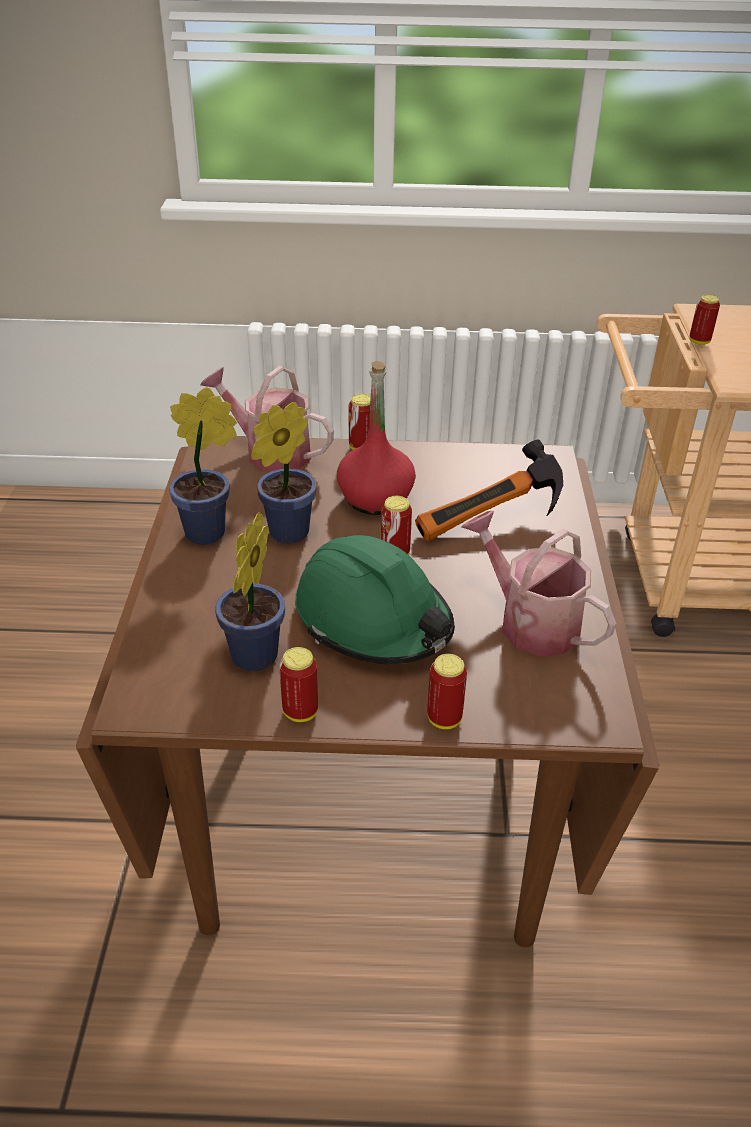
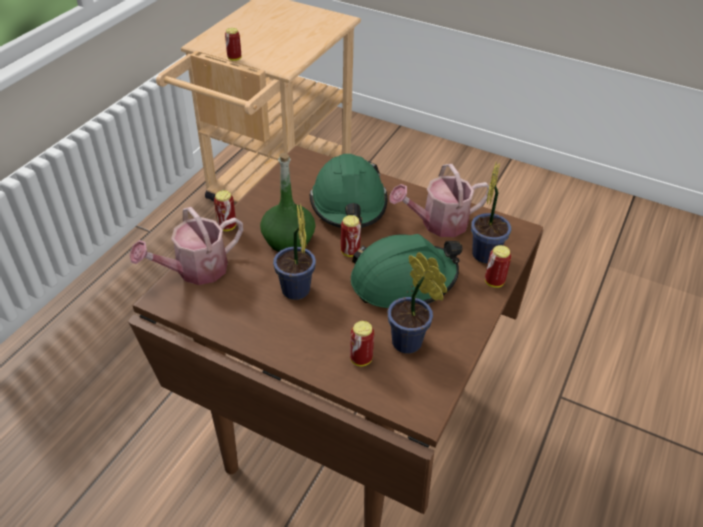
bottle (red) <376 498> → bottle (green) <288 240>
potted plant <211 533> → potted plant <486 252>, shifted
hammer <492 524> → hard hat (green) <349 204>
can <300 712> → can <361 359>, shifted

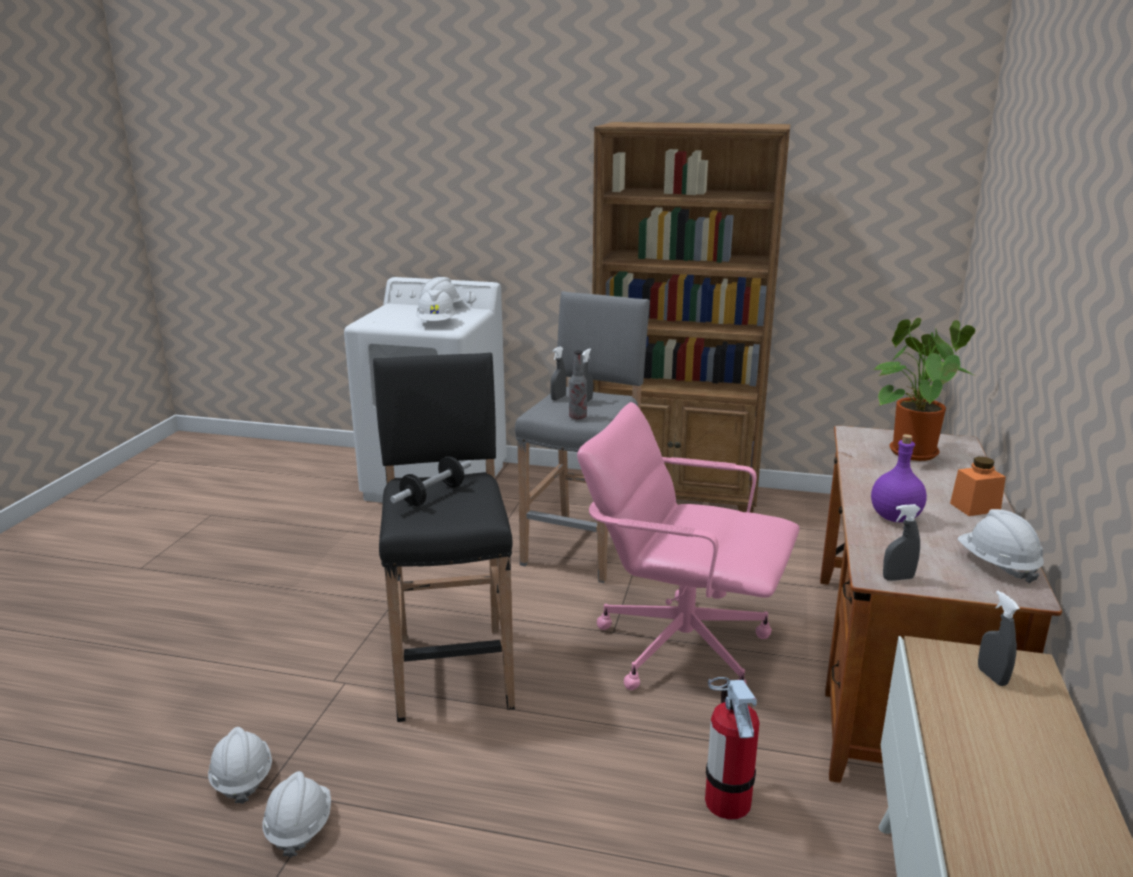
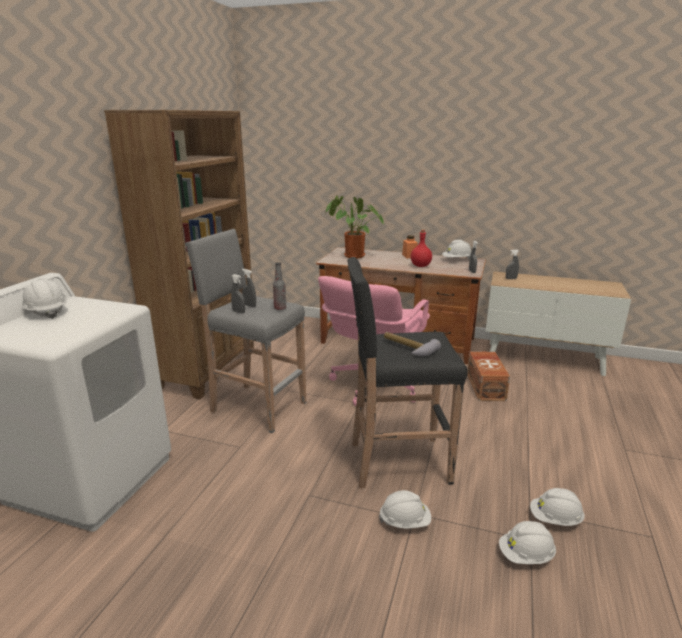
hard hat (white) <436 323> → hard hat (white) <405 521>, shifted
bottle (purple) <894 517> → bottle (red) <420 266>
dumbbell <433 495> → hammer <407 348>
fire extinguisher <727 801> → storage box (brown) <486 386>

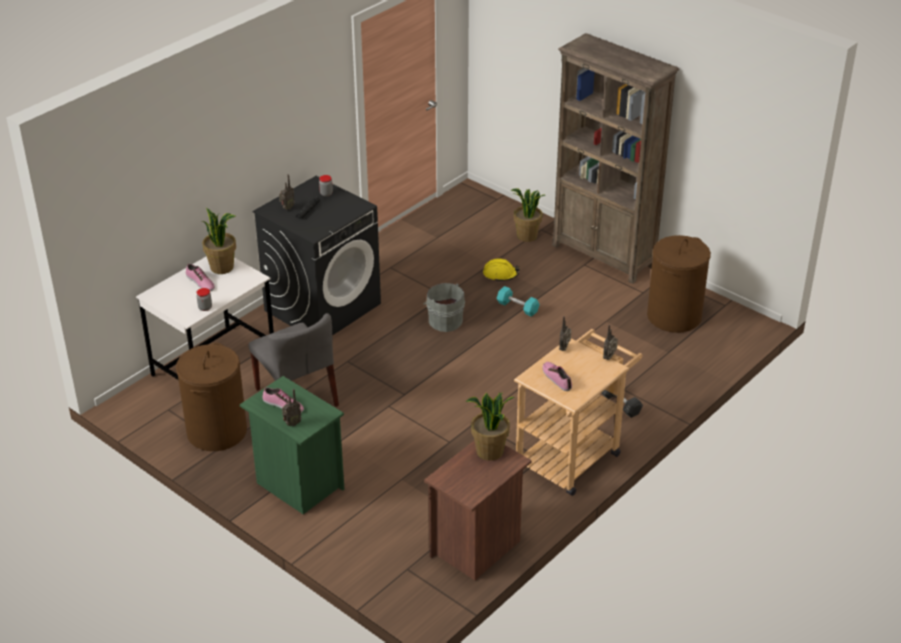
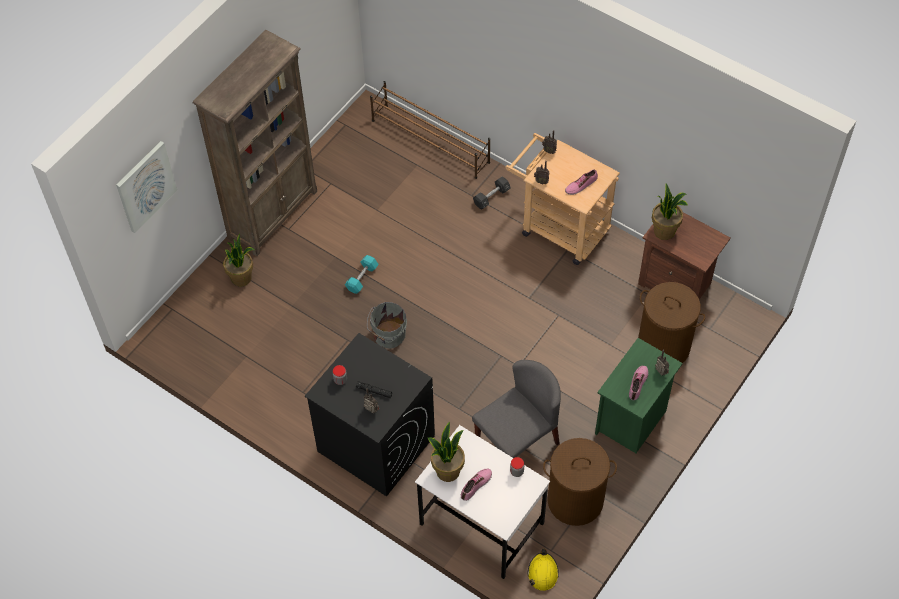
laundry basket (brown) <674 316> → laundry basket (brown) <664 346>, shifted
hard hat (yellow) <500 274> → hard hat (yellow) <542 573>, shifted
- → shoe rack (brown) <430 142>
- → picture <145 186>

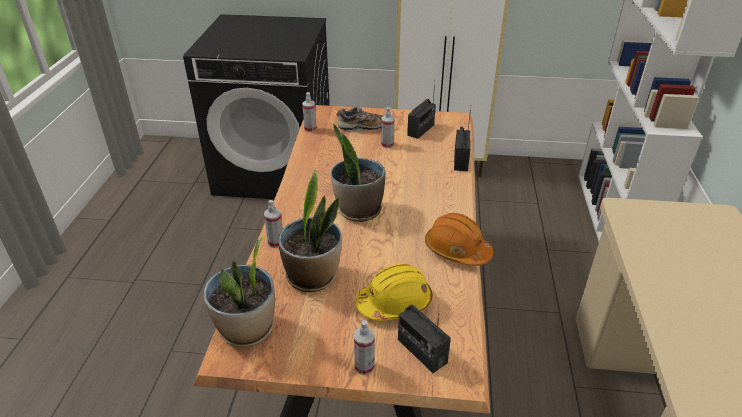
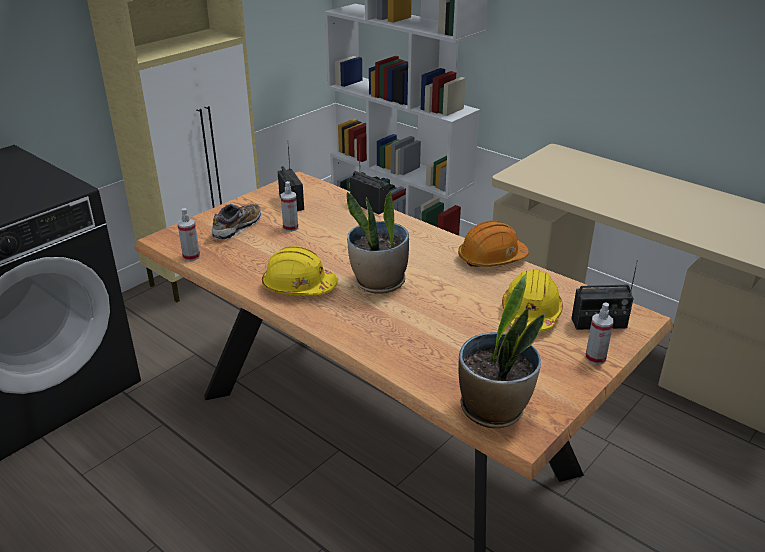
potted plant <313 277> → -
spray bottle <276 242> → -
- → hard hat (yellow) <298 287>

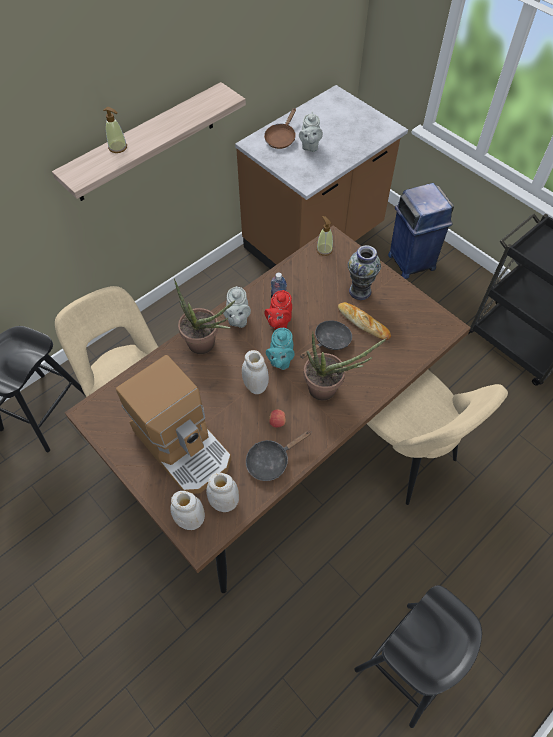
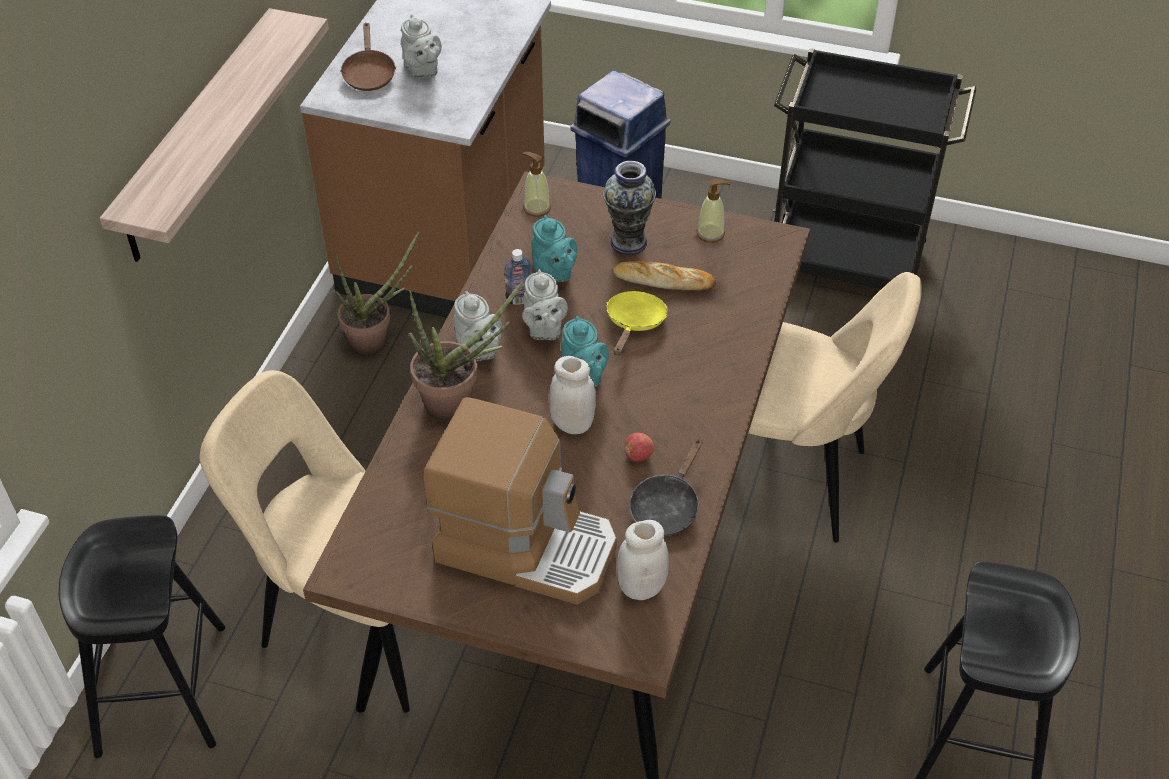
soap dispenser <118 147> → soap dispenser <710 233>, shifted
teapot (red) <279 323> → teapot (grey) <543 330>
frying pan (black) <329 341> → frying pan (yellow) <634 323>
potted plant <328 390> → potted plant <377 341>, shifted
jar (white) <190 519> → -
- → teapot (turquoise) <554 273>

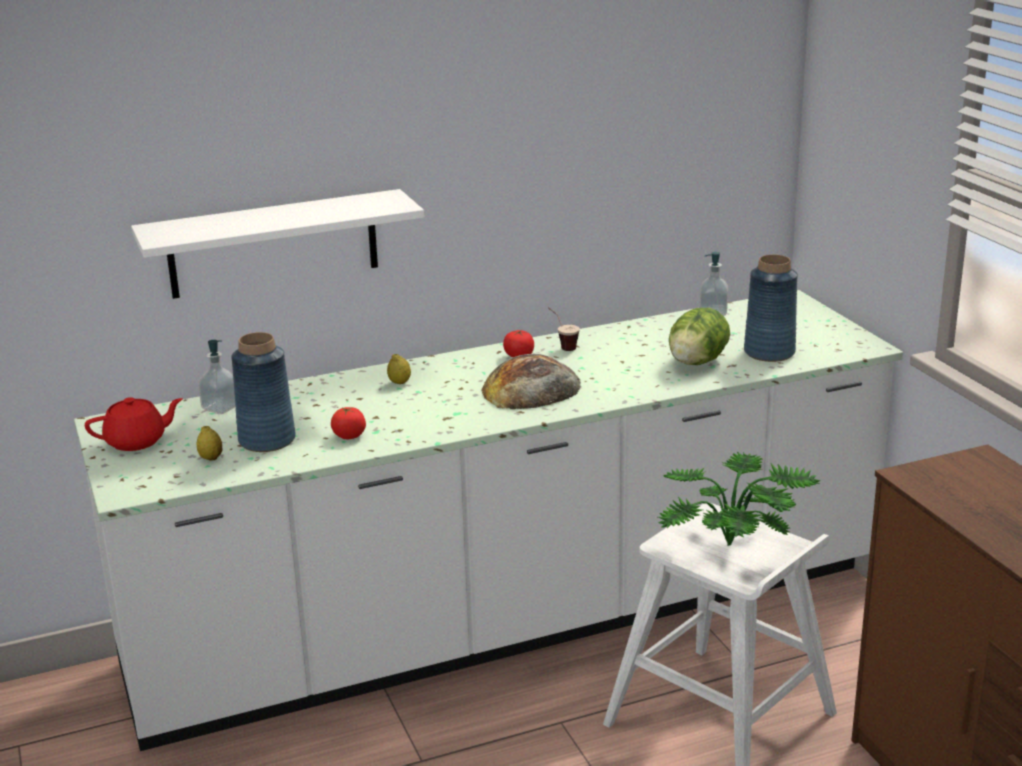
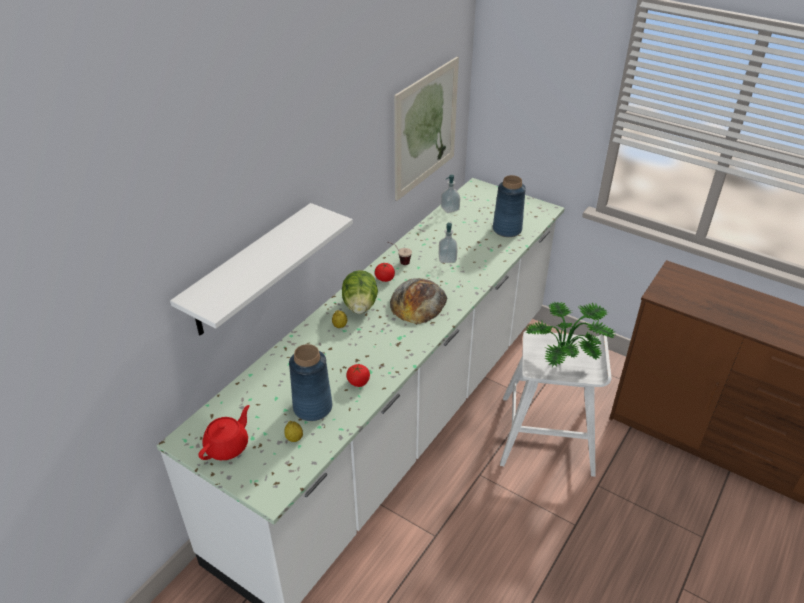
lettuce <696 362> → lettuce <360 306>, shifted
soap dispenser <220 408> → soap dispenser <447 259>, shifted
- → picture <425 128>

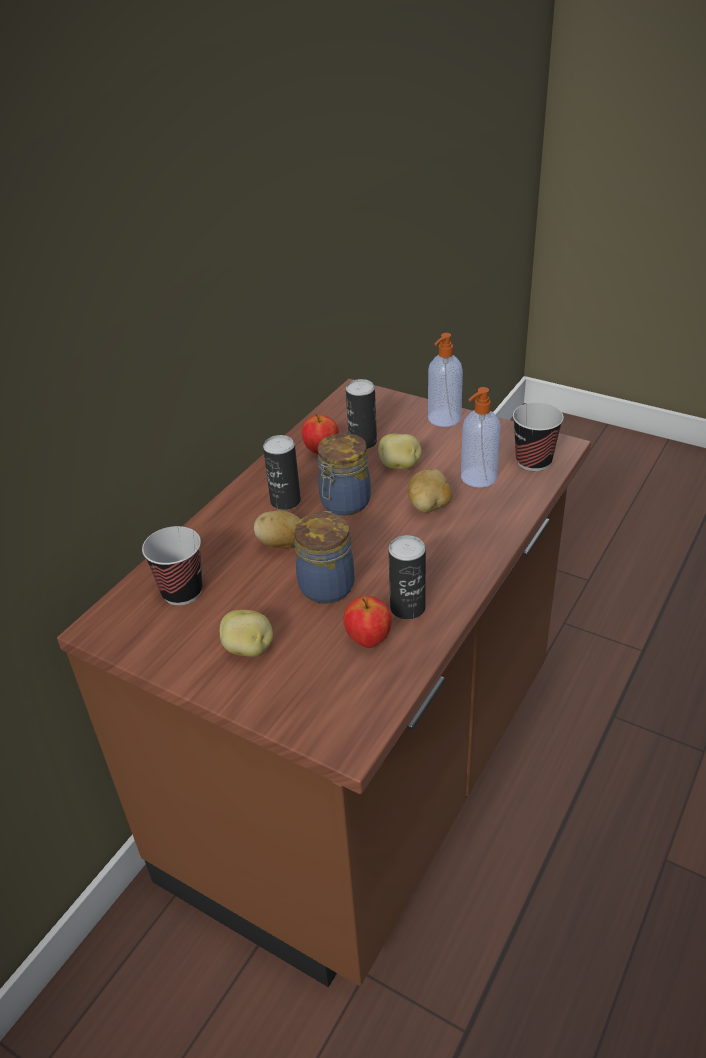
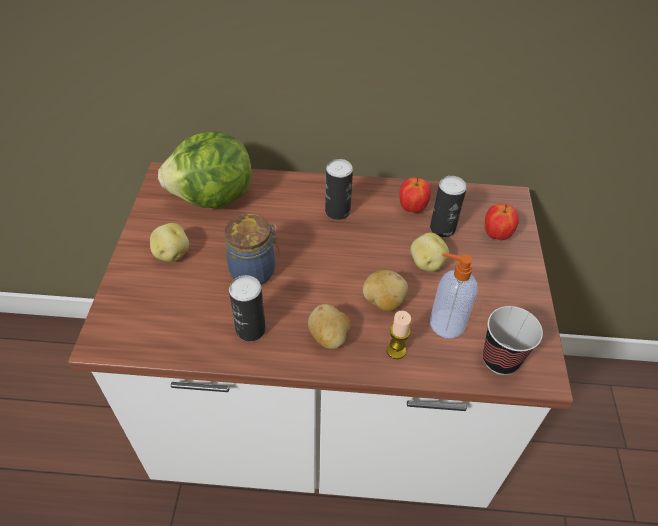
soap dispenser <443 419> → -
counter (brown) <368 778> → counter (white) <323 423>
jar <344 503> → -
potato <281 544> → potato <329 337>, shifted
cup <182 592> → lettuce <213 198>
apple <368 640> → apple <496 235>, shifted
- → candle <396 351>

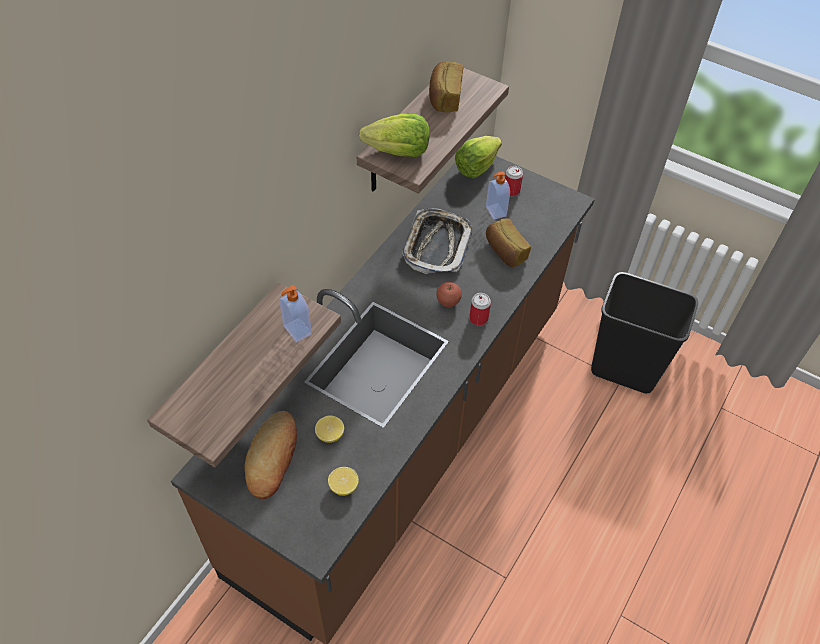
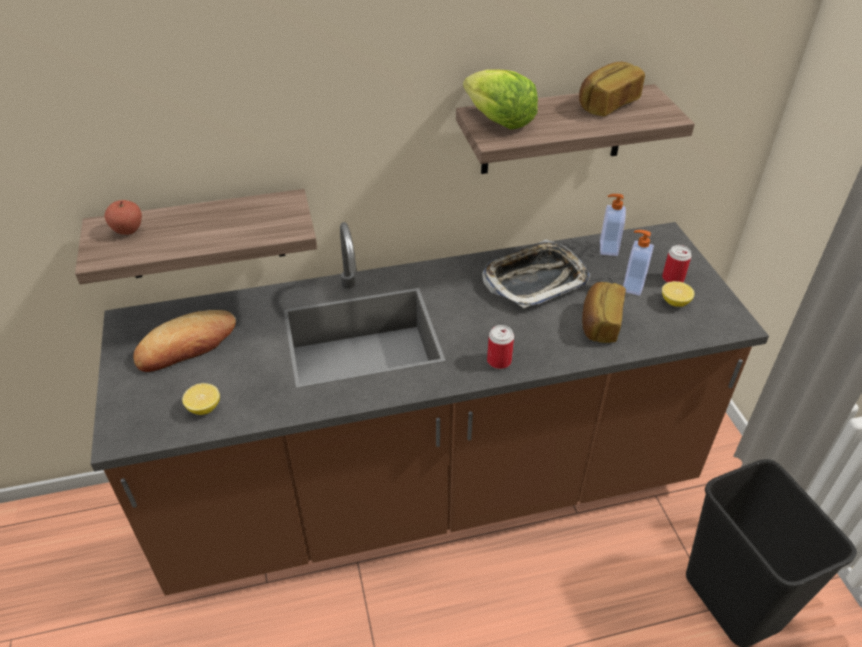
lettuce <476 167> → -
apple <448 302> → apple <128 230>, shifted
soap dispenser <296 330> → soap dispenser <607 248>, shifted
lemon <330 435> → lemon <675 302>, shifted

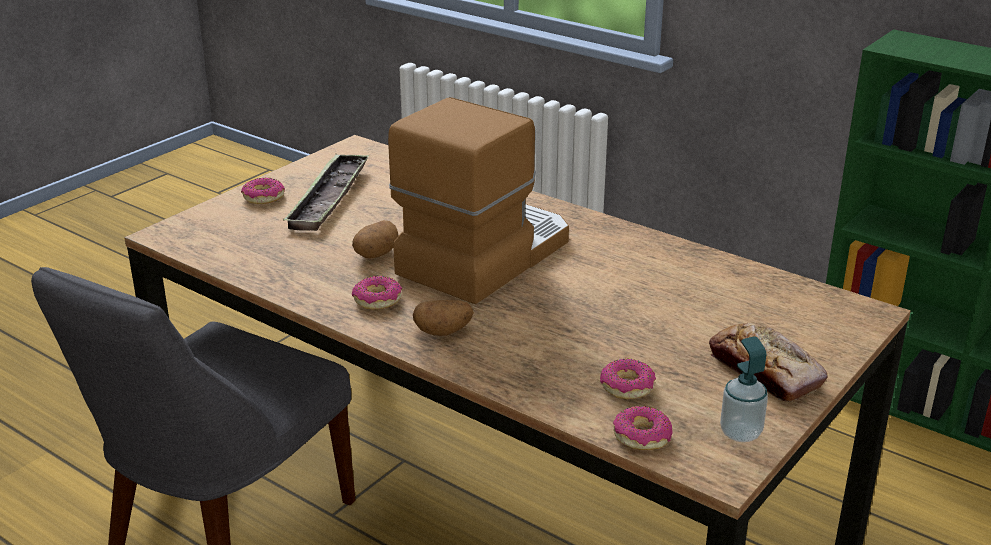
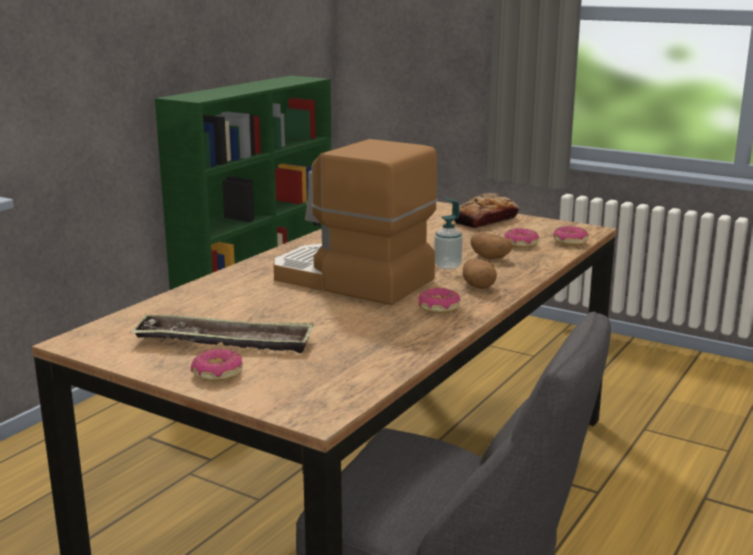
potato <375 254> → potato <491 258>, shifted
soap dispenser <740 433> → soap dispenser <447 266>, shifted

